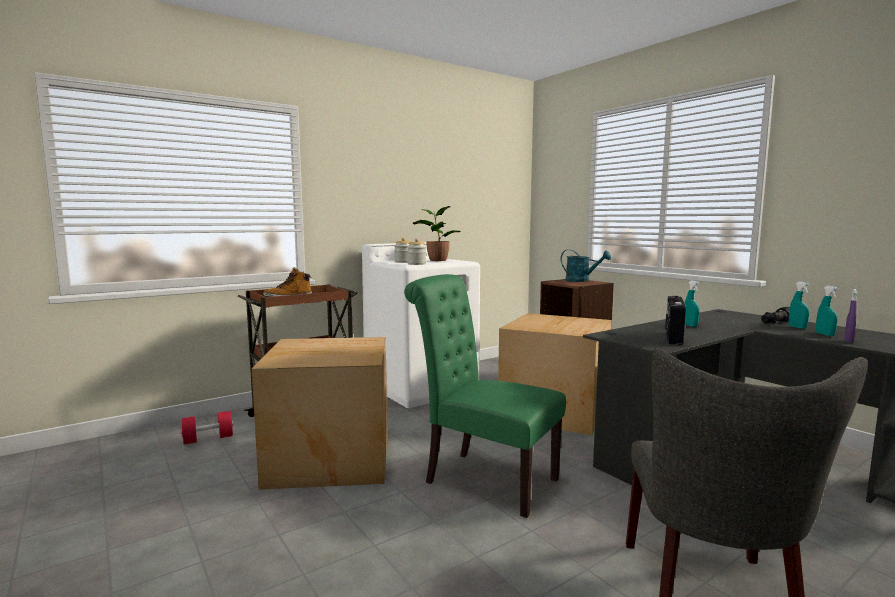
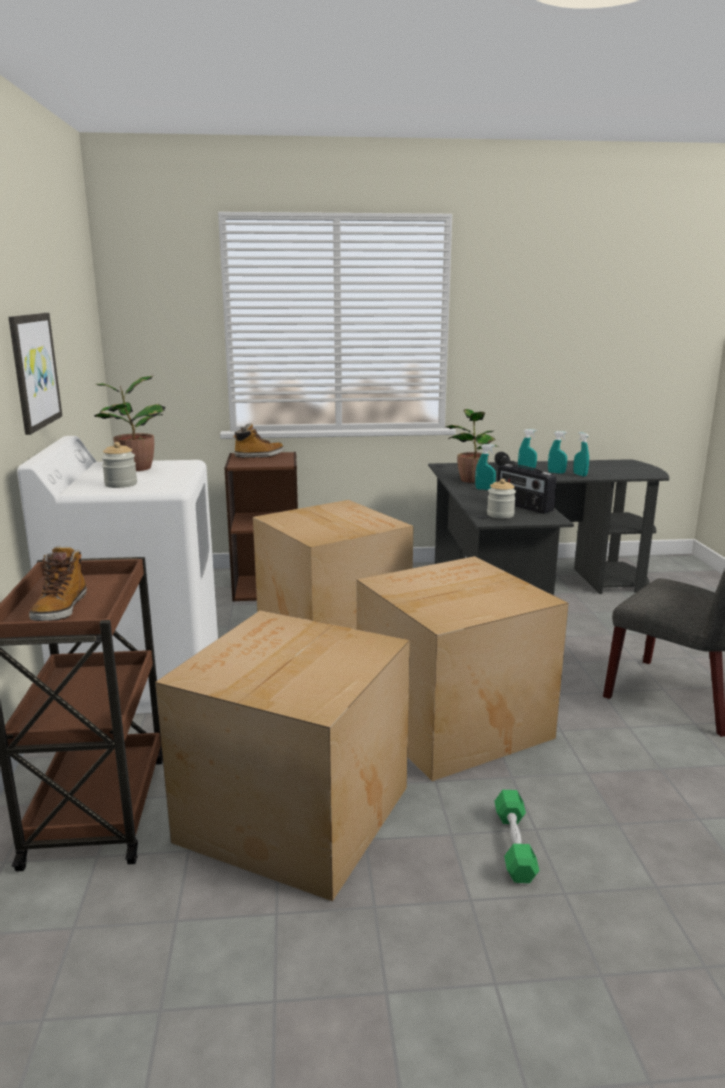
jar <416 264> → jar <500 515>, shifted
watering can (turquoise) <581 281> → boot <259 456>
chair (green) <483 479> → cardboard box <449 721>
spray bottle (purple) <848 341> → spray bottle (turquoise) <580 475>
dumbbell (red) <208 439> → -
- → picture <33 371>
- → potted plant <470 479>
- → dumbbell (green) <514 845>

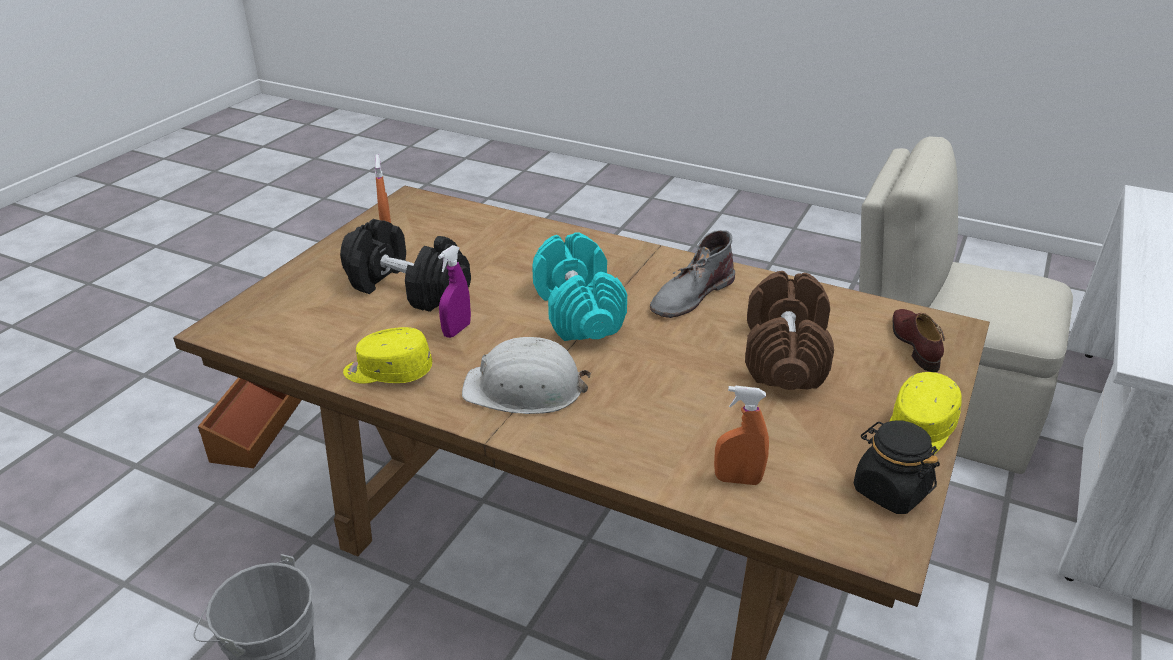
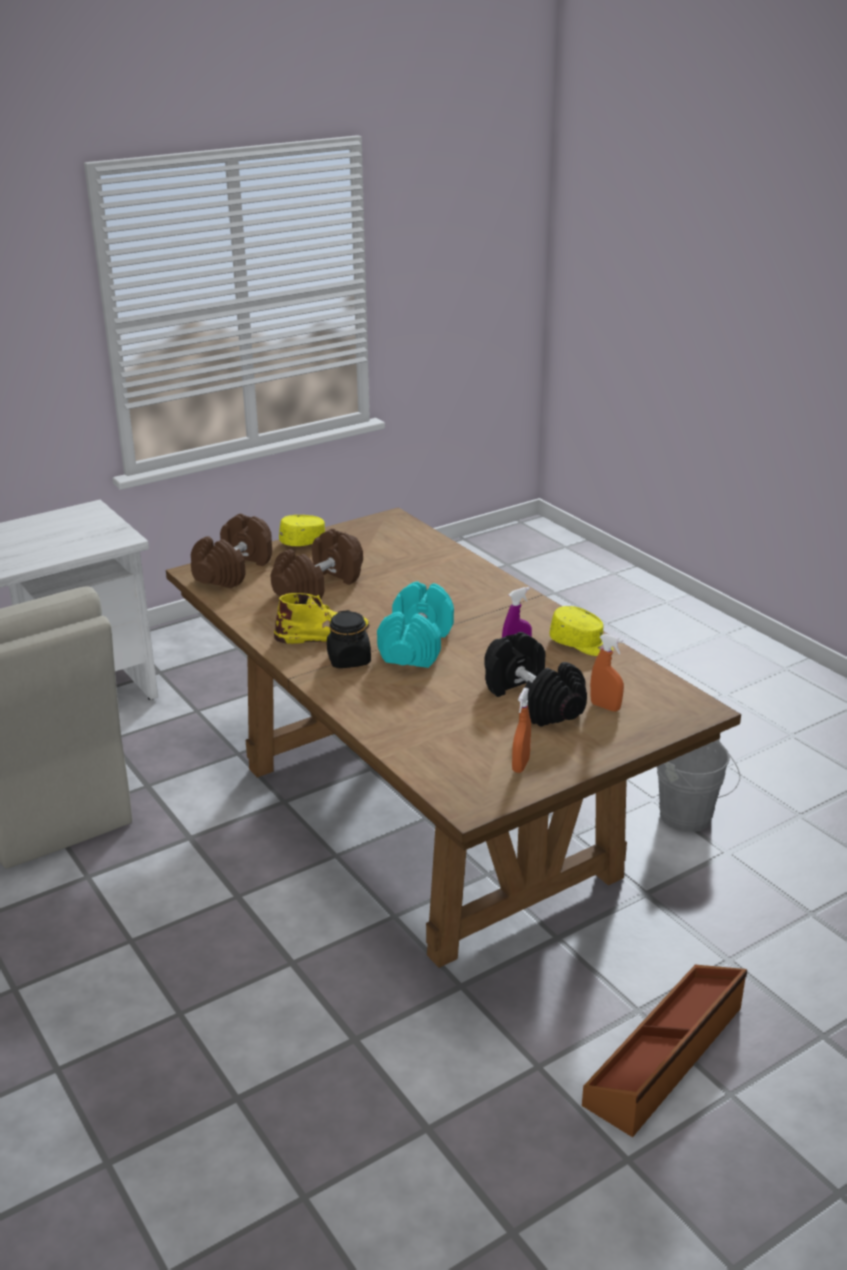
boot (grey) <691 295> → boot (yellow) <323 634>
shoe (brown) <915 344> → dumbbell (brown) <234 571>
hard hat (white) <525 389> → -
spray bottle (orange) <738 480> → spray bottle (orange) <605 707>, shifted
jar (black) <890 491> → jar (black) <349 660>, shifted

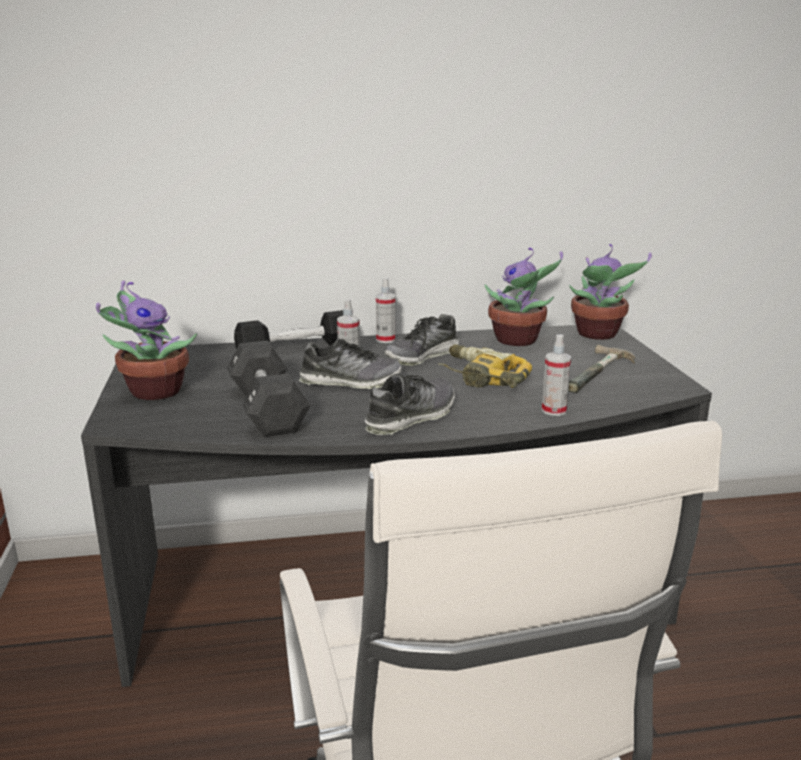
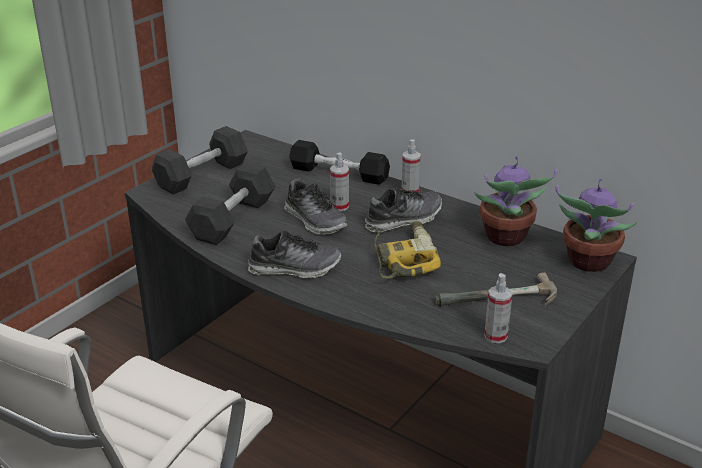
potted plant <152 391> → dumbbell (black) <202 175>
shoe <422 356> → shoe <404 219>, 150 degrees clockwise
spray bottle <554 411> → spray bottle <495 336>, shifted

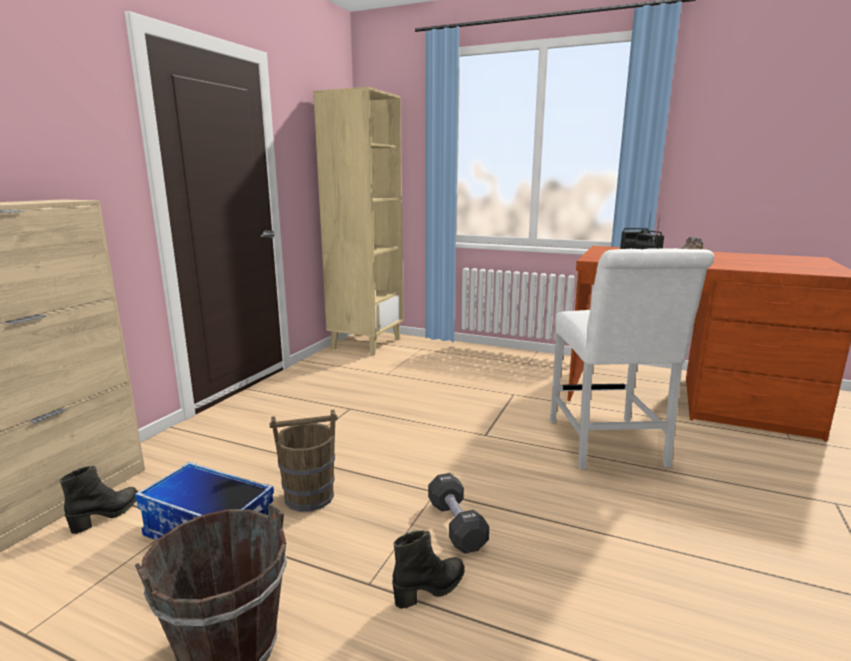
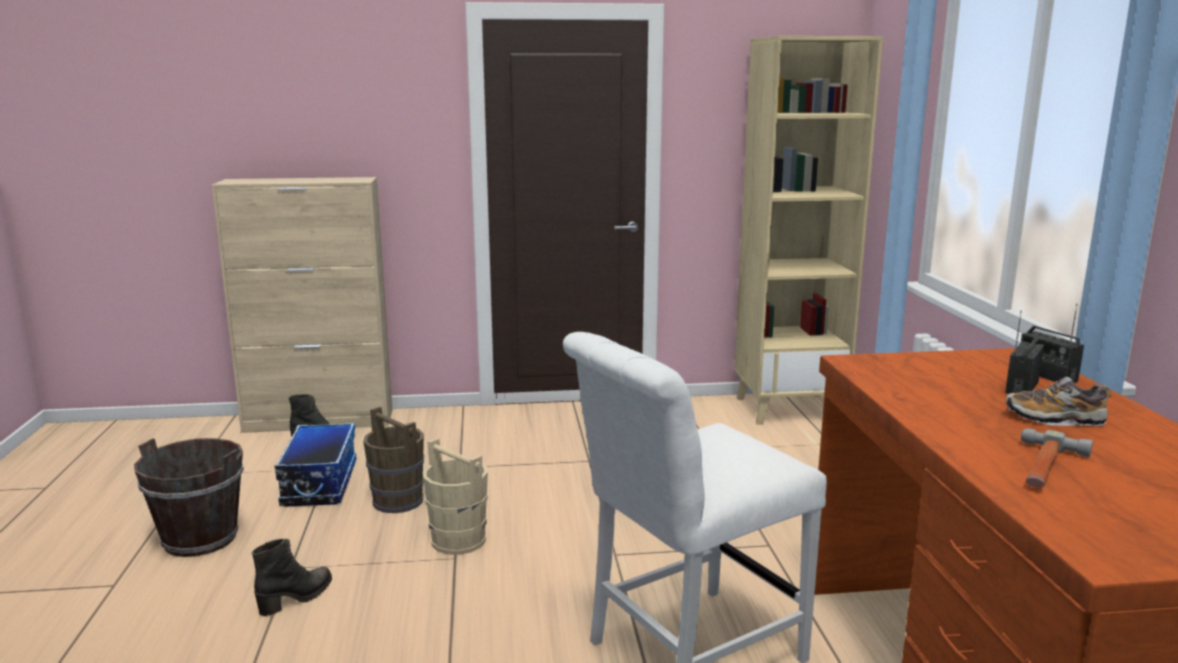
dumbbell (black) <456 525> → -
boot (black) <430 589> → boot (black) <296 598>, 75 degrees counterclockwise
- → hammer <1046 468>
- → bucket (beige) <458 540>

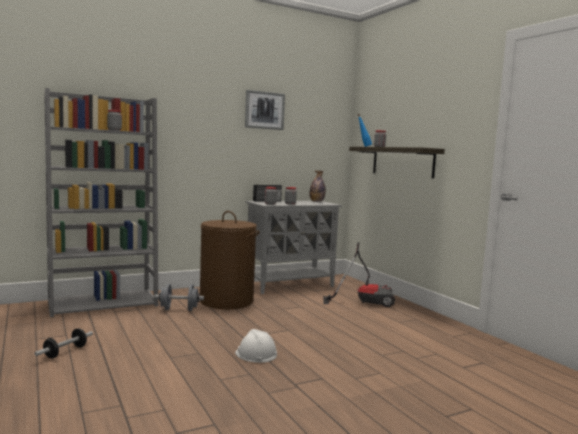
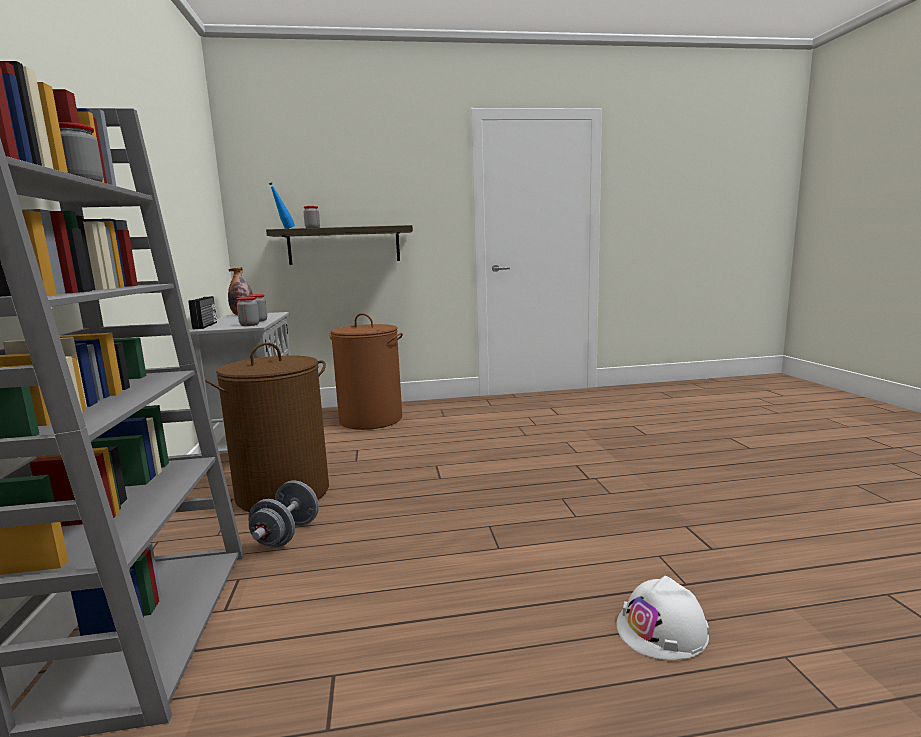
picture <264 110> → -
vacuum cleaner <364 302> → laundry basket (brown) <371 419>
dumbbell <65 352> → -
hard hat (white) <256 354> → hard hat (white) <662 629>, shifted

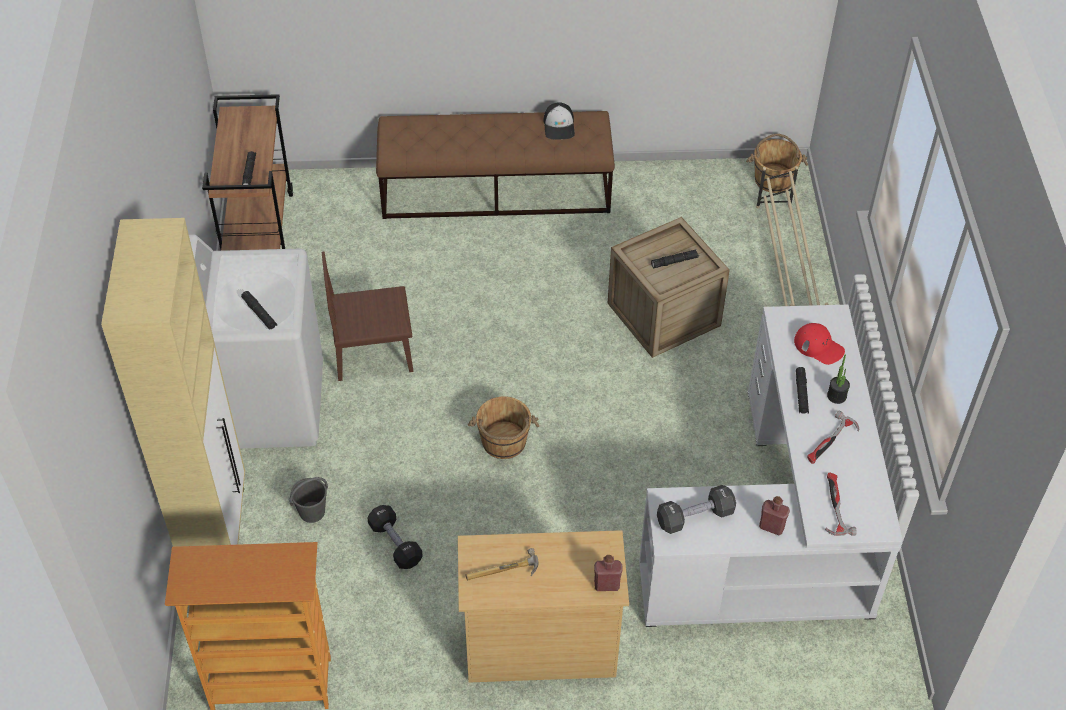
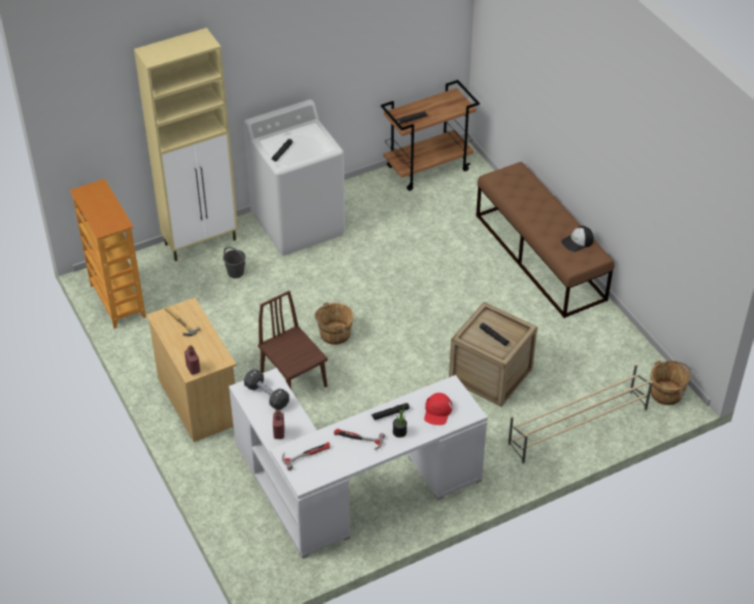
chair (brown) <373 352> → chair (brown) <293 379>, shifted
dumbbell (black) <395 544> → -

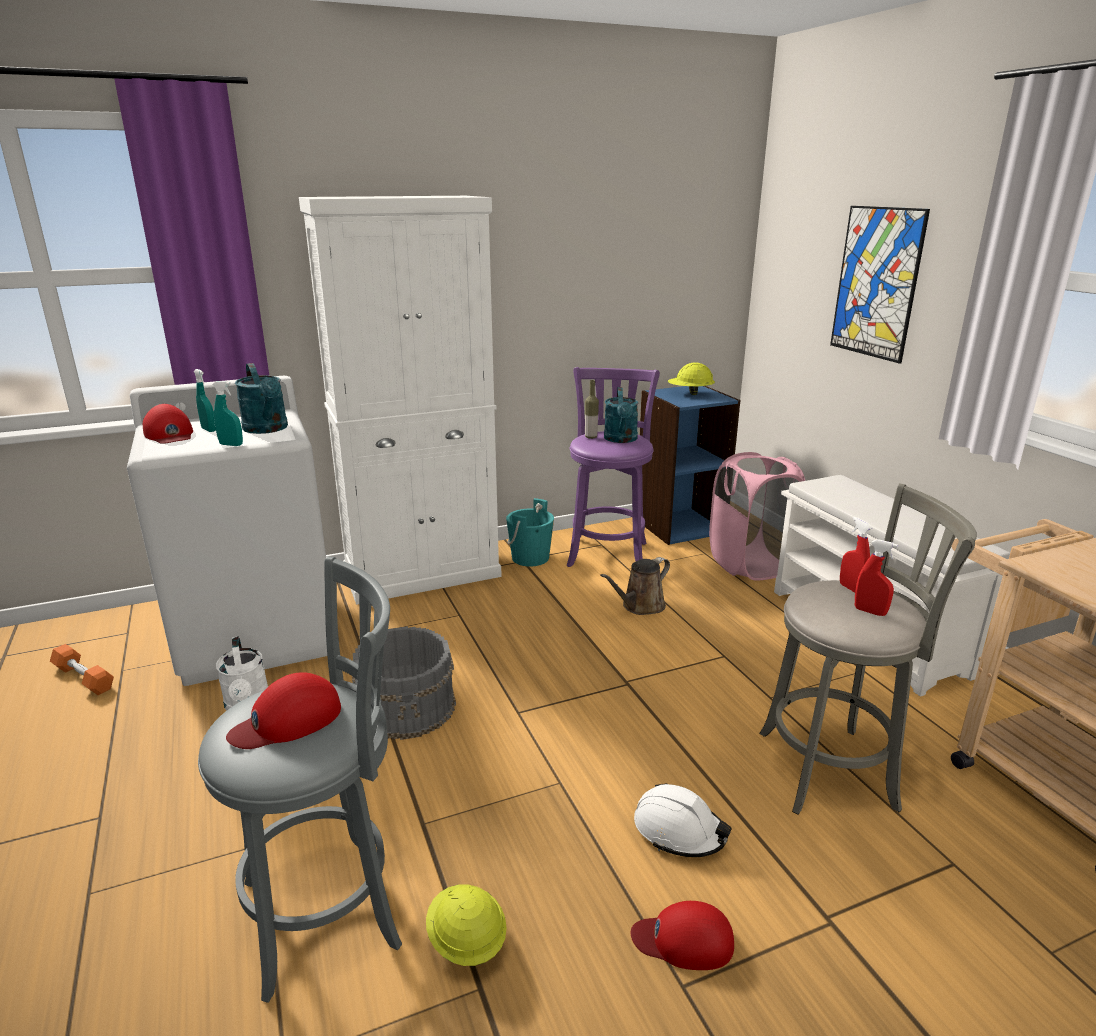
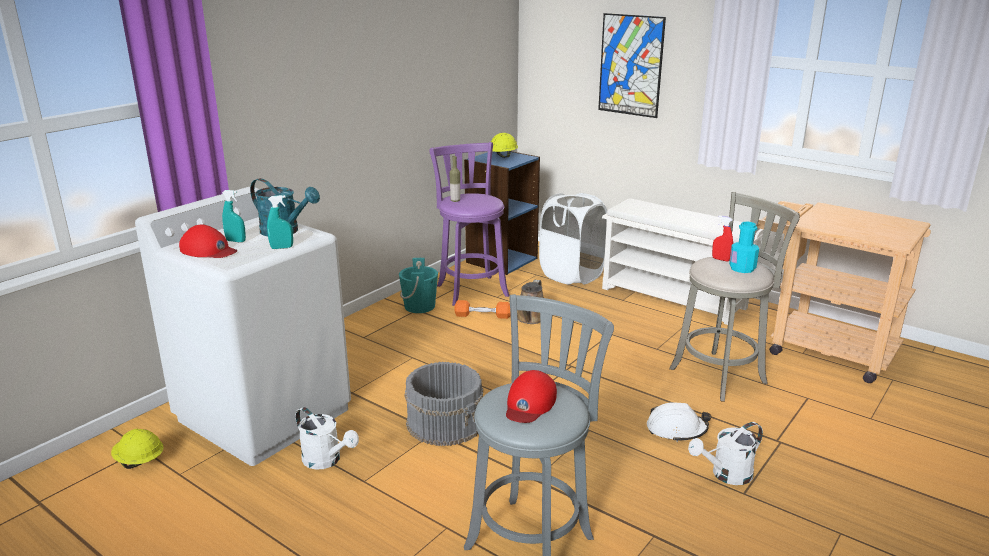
cabinet (white) <423 574> → -
watering can (turquoise) <621 439> → -
laundry basket (pink) <750 564> → laundry basket (white) <572 275>
spray bottle (red) <870 611> → bottle (turquoise) <742 268>
dumbbell (orange) <84 678> → dumbbell (orange) <482 315>, shifted
hard hat (yellow) <466 940> → hard hat (yellow) <139 461>, shifted
cap (red) <684 940> → watering can (white) <726 475>

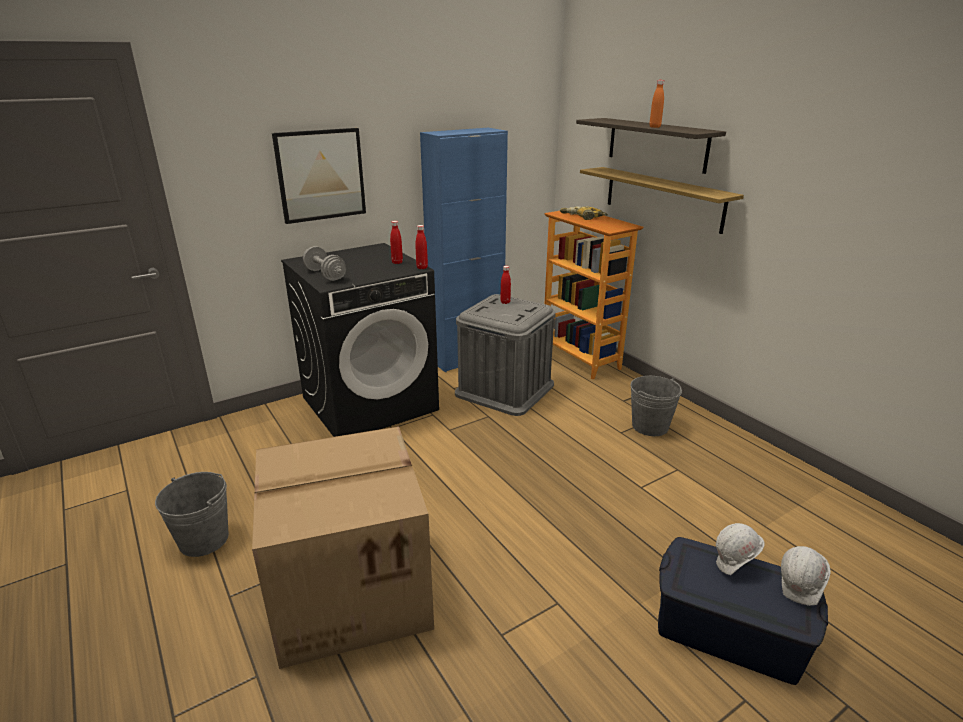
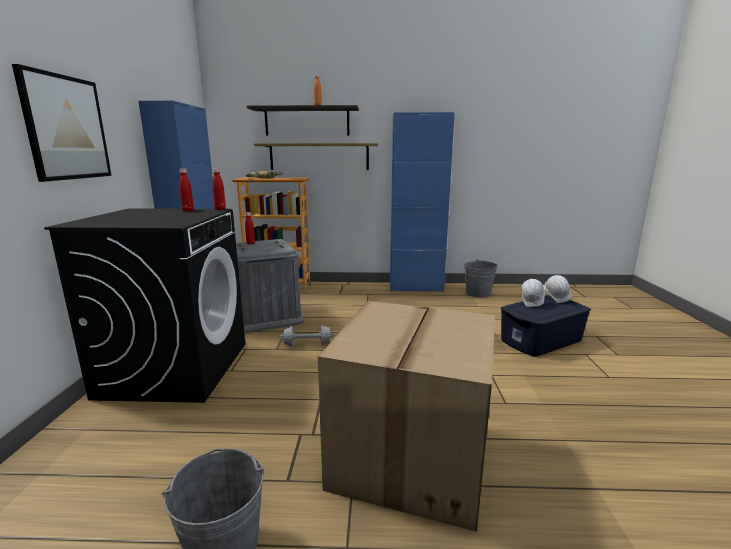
dumbbell (grey) <325 275> → dumbbell (grey) <307 344>, shifted
bucket (grey) <650 426> → bucket (grey) <478 293>, shifted
- → cabinet (blue) <416 287>

